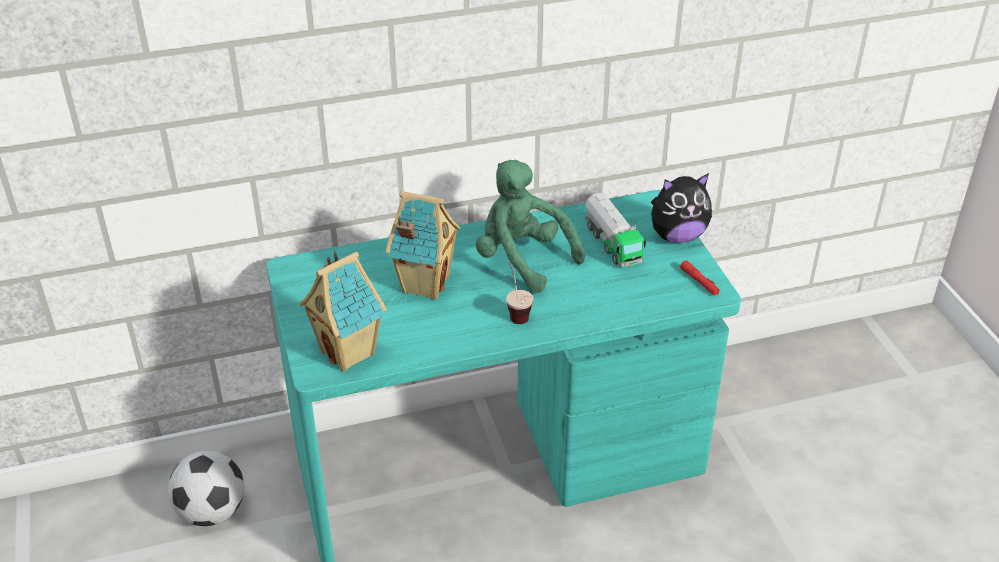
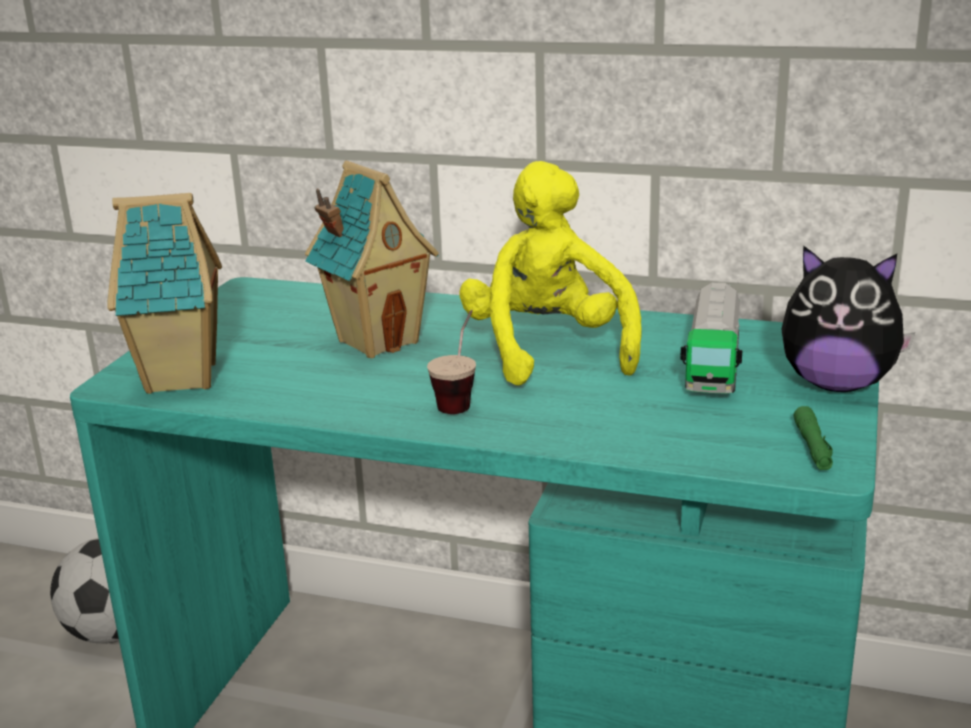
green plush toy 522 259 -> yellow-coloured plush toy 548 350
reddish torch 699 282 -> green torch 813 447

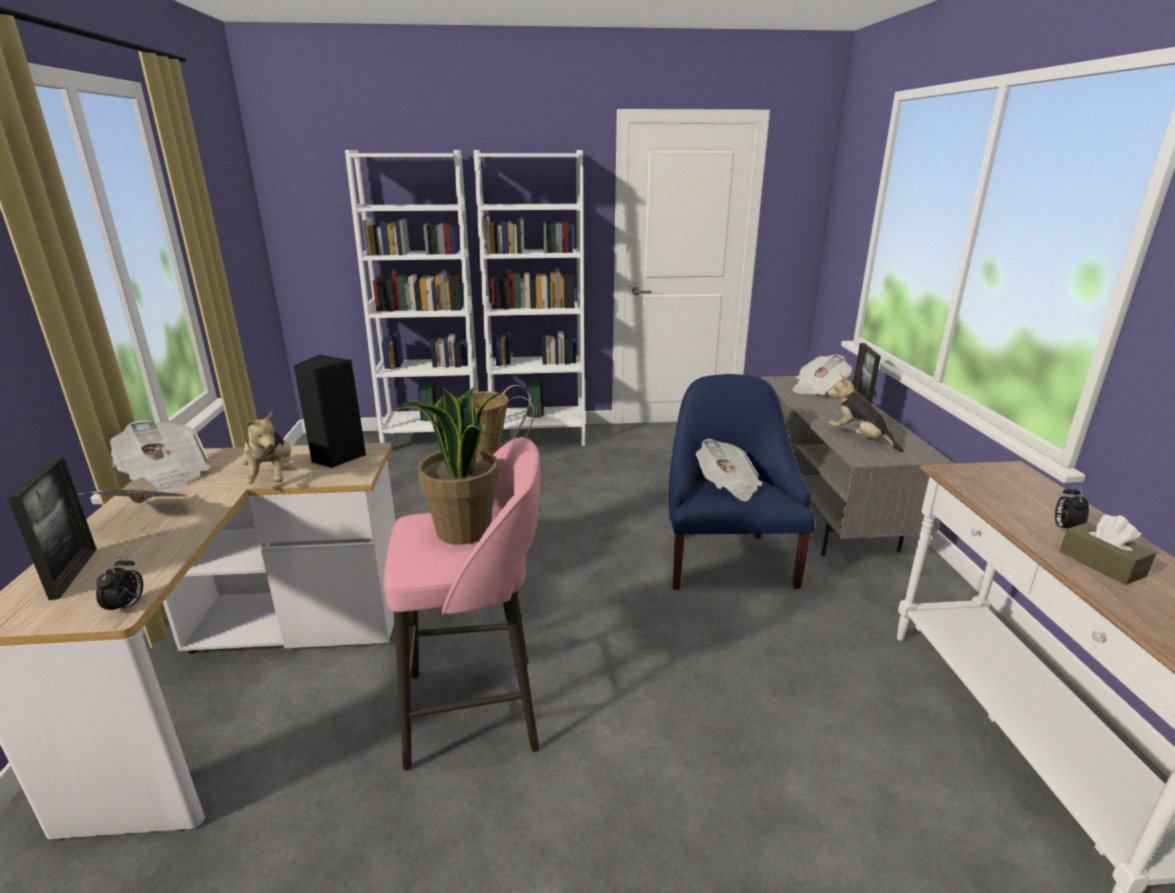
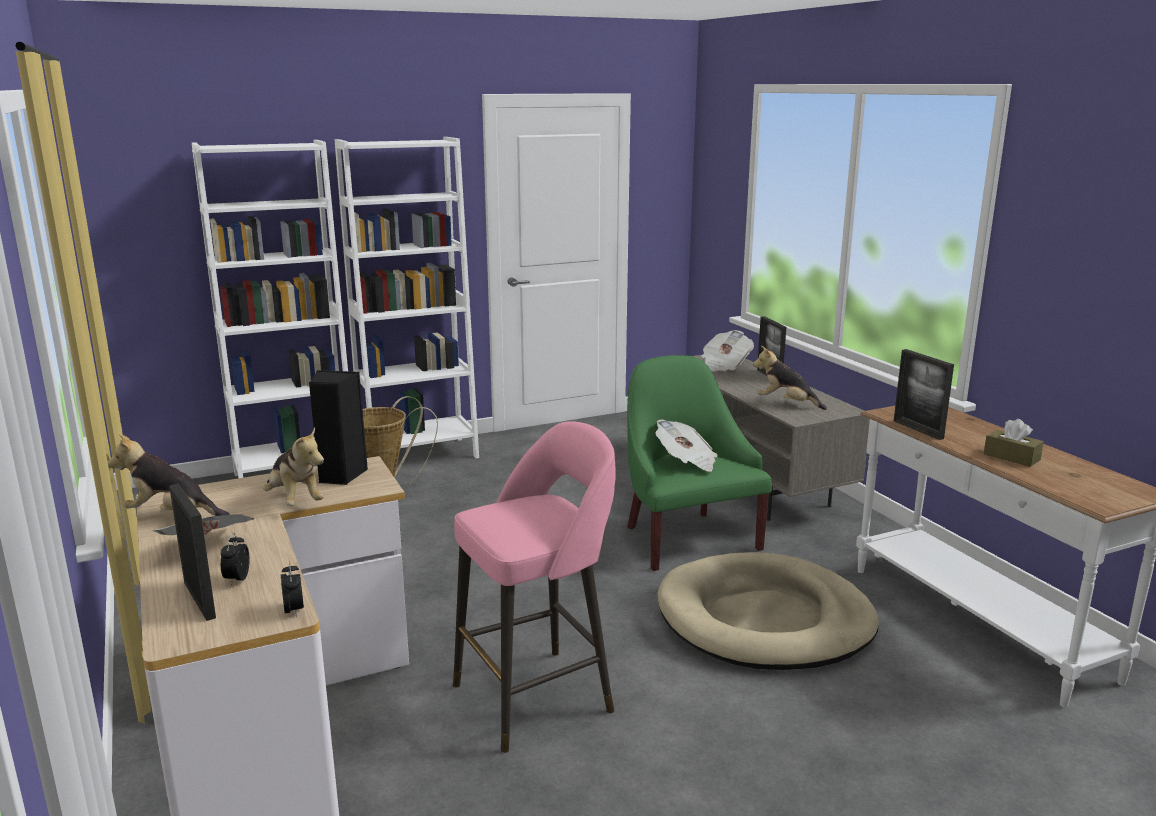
potted plant 463 531 -> none
none -> beige-coloured dog bed 765 619
none -> picture frame 918 429
alarm clock 1065 529 -> alarm clock 237 579, moved
newspaper 167 475 -> plush toy 172 515
blue easy chair 726 559 -> green easy chair 686 538

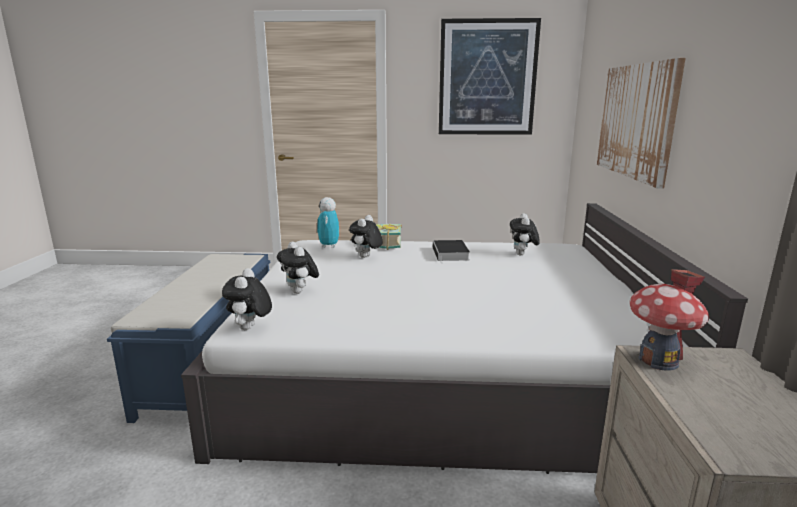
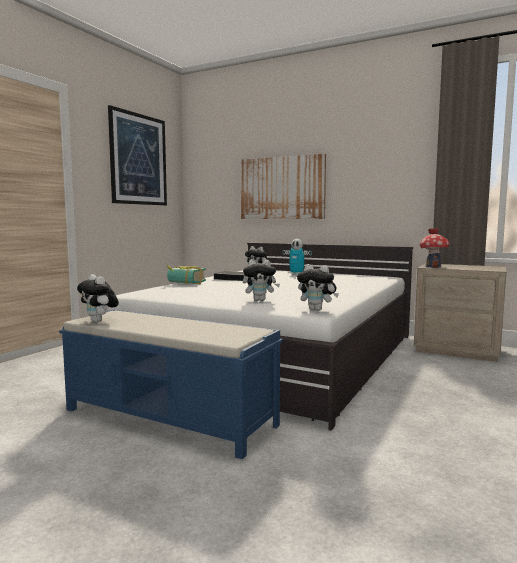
robot figure 329 246 -> robot figure 296 274, moved
plush toy 366 257 -> plush toy 99 321, moved

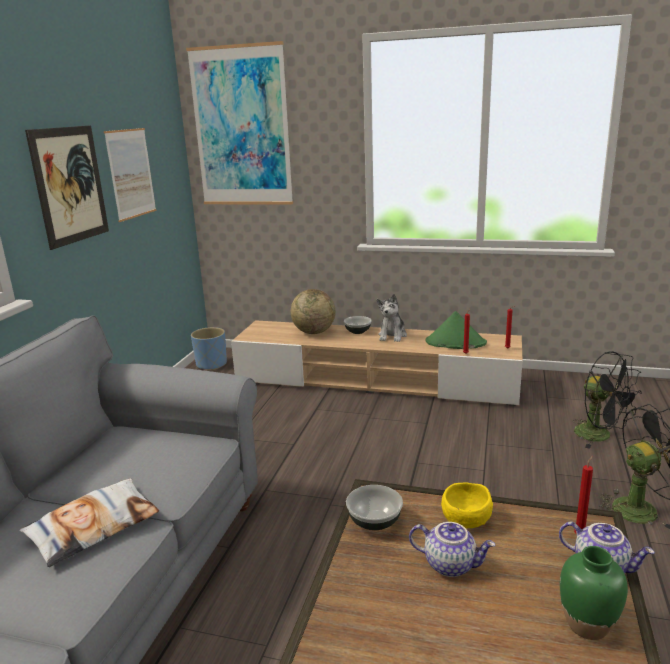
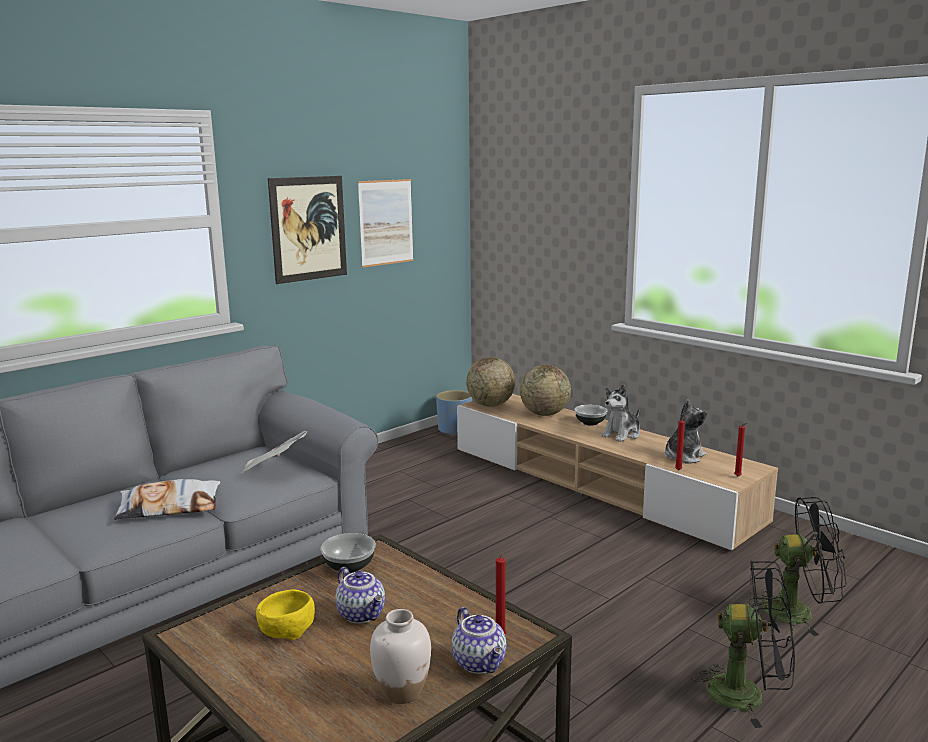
wall picture 241 127 -> none
none -> newspaper 274 469
none -> desk globe 490 405
yellow-coloured deep dish 465 519 -> yellow-coloured deep dish 285 629, moved
green hat 455 342 -> plush toy 683 457
green vase 587 625 -> white vase 402 691
black cooling fan 600 436 -> black cooling fan 798 612, 75 degrees counterclockwise

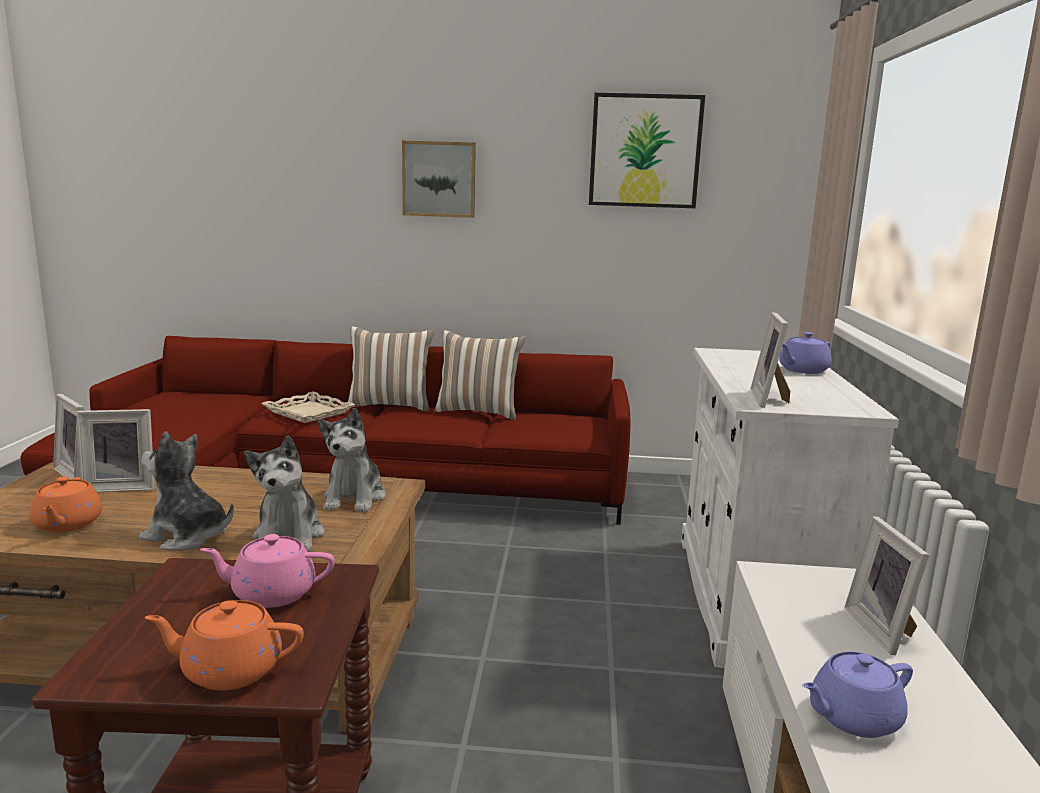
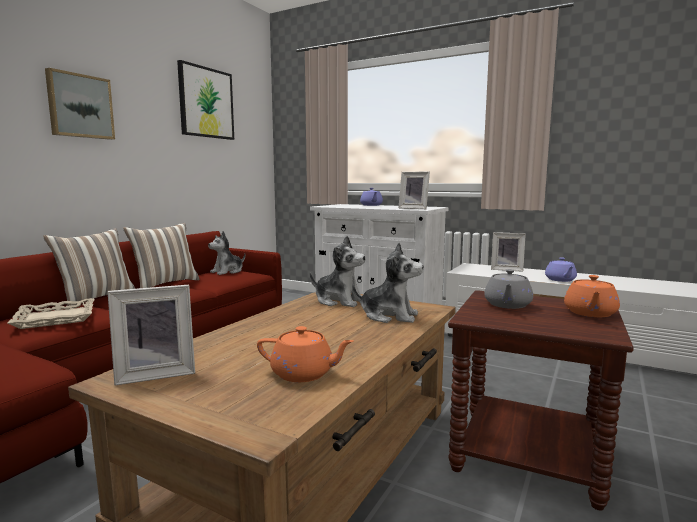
picture frame 122 486 -> none
plush toy 187 536 -> plush toy 227 271, moved
pinkish teapot 271 594 -> gray teapot 507 305

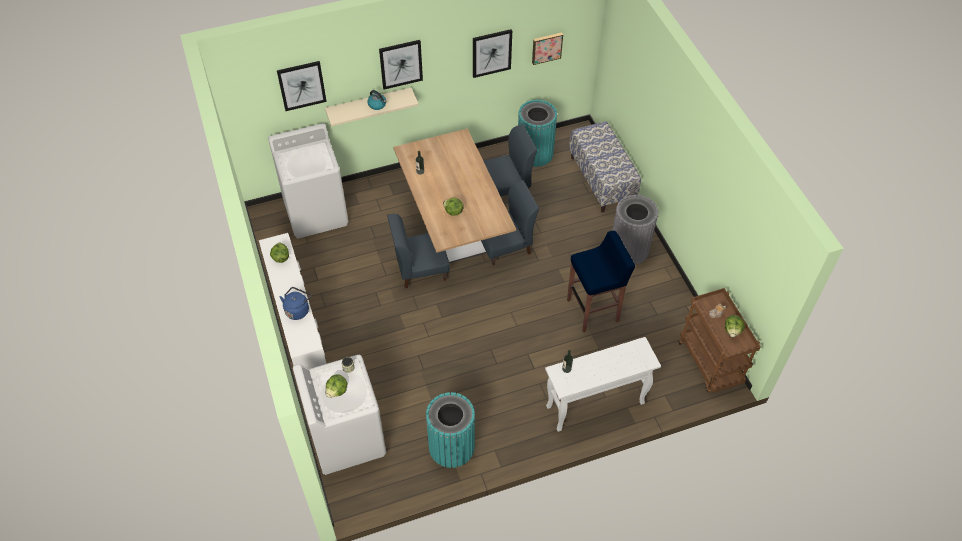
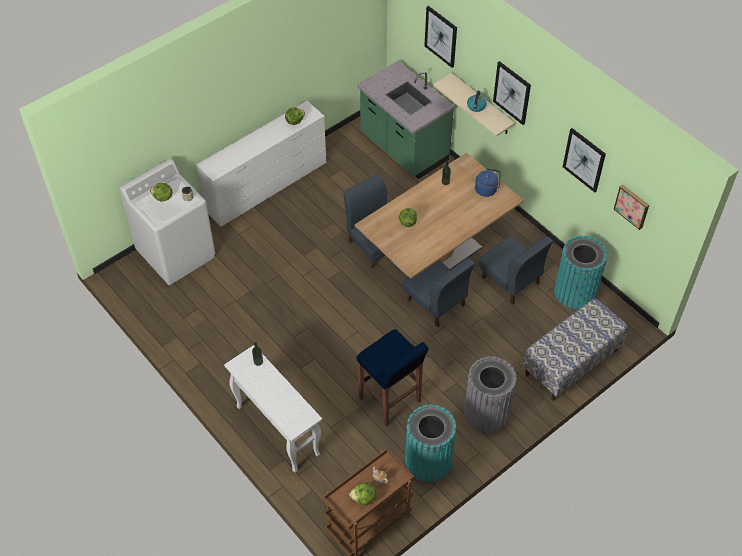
blue tea kettle 298 310 -> blue tea kettle 487 189, moved
blue-green trash can 451 446 -> blue-green trash can 428 460, moved
white laundry machine 316 212 -> green kitchen base unit 403 148

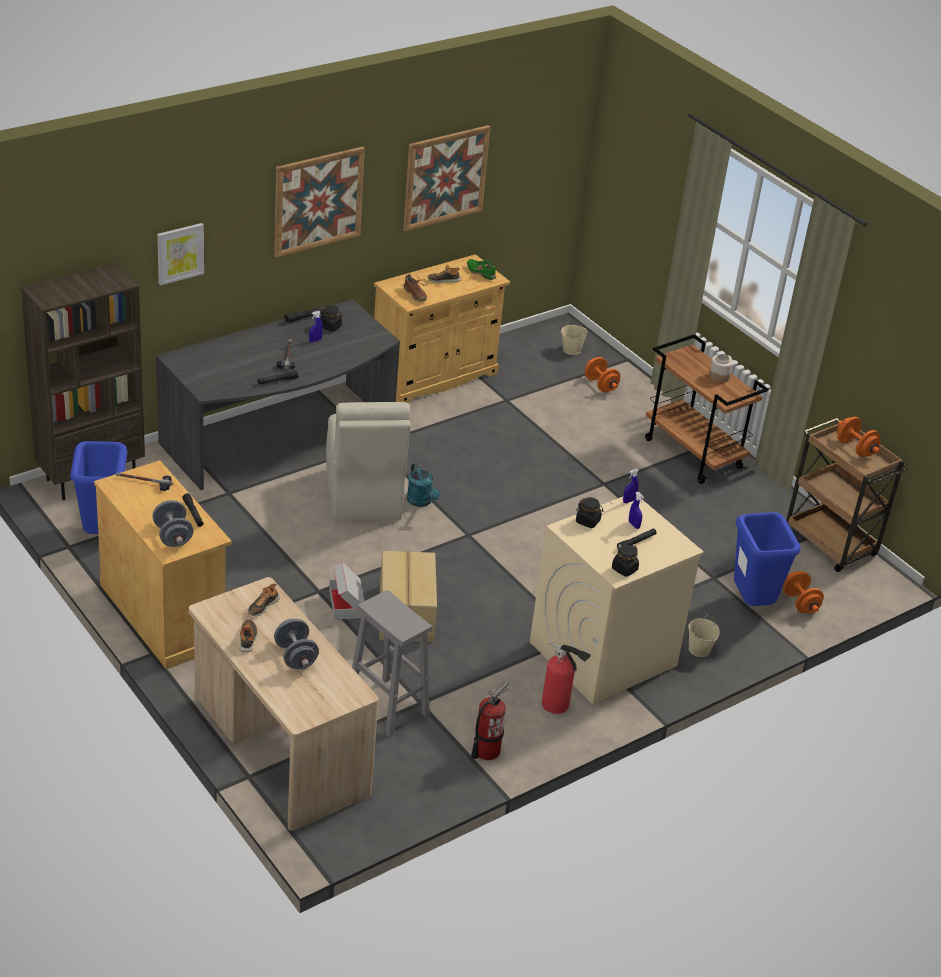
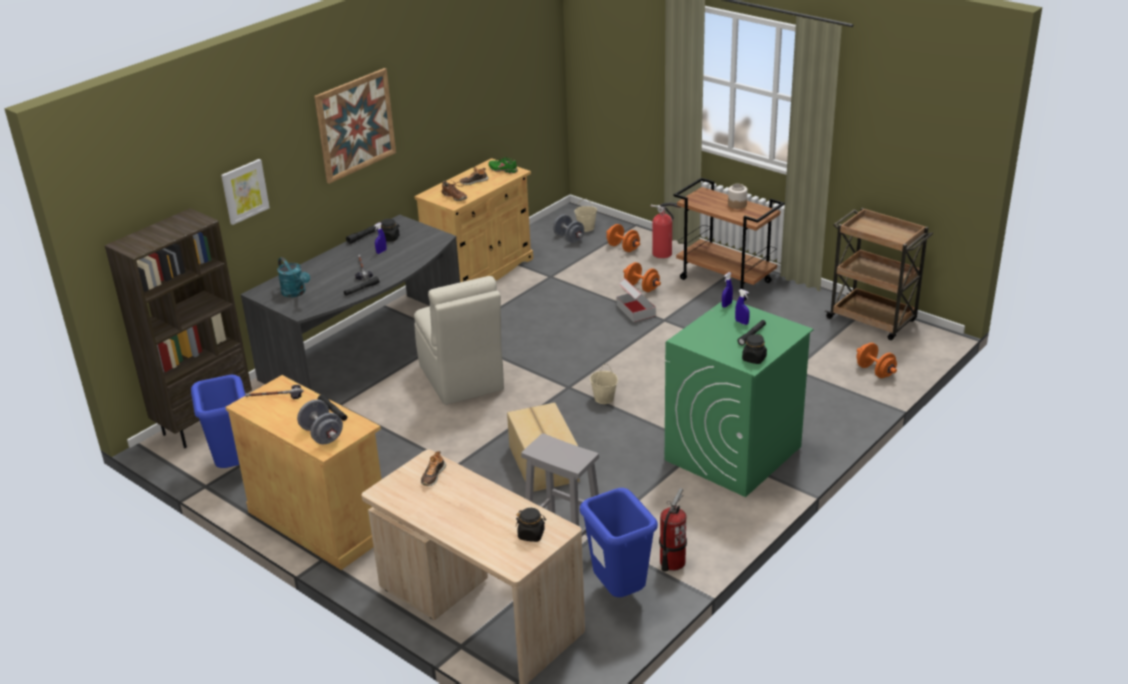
item of footwear 248 639 -> none
wall picture 445 177 -> none
gray hand weight 295 657 -> gray hand weight 569 238, moved
packing box 347 603 -> packing box 636 310, moved
blue-green watering pot 421 502 -> blue-green watering pot 296 293, moved
fire-fighting cylinder 558 705 -> fire-fighting cylinder 664 254, moved
black storage jar 588 521 -> black storage jar 531 534, moved
beige-coloured pail 699 650 -> beige-coloured pail 604 398, moved
blue trash can 752 604 -> blue trash can 620 593, moved
orange-coloured hand weight 855 448 -> orange-coloured hand weight 641 287, moved
beige-coloured laundry machine 602 654 -> green laundry machine 733 454

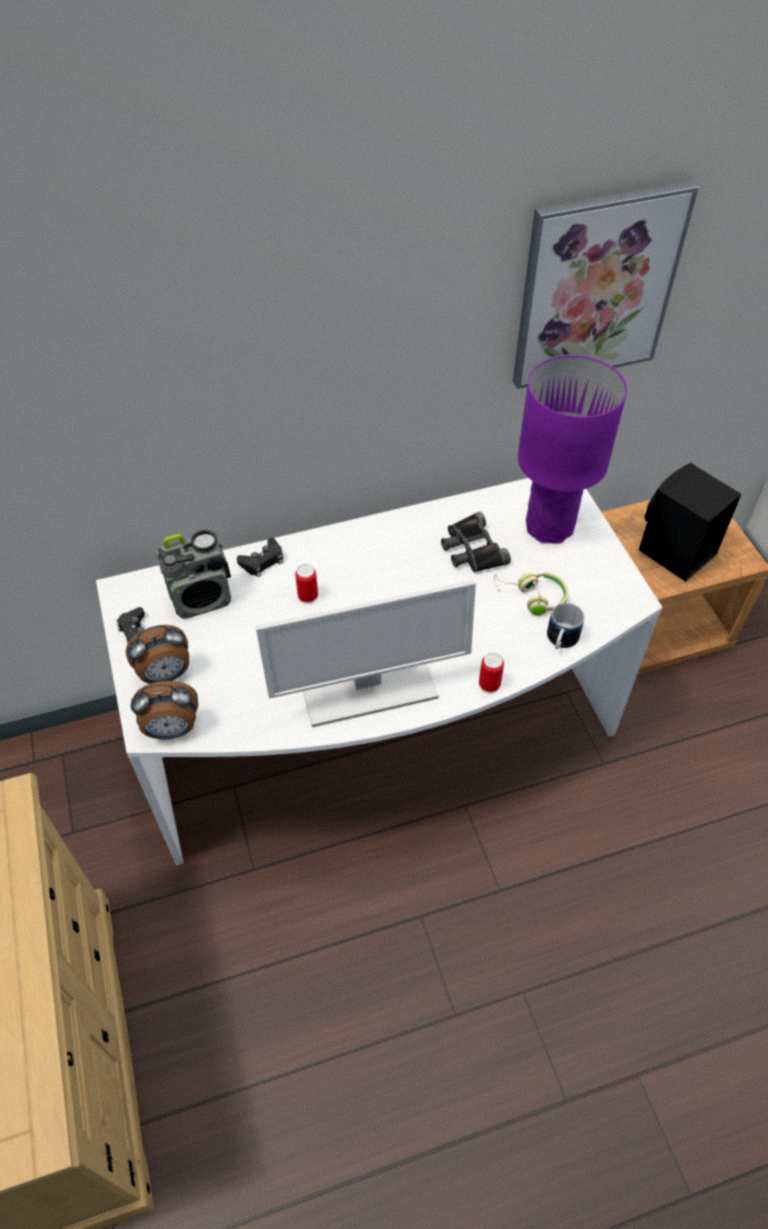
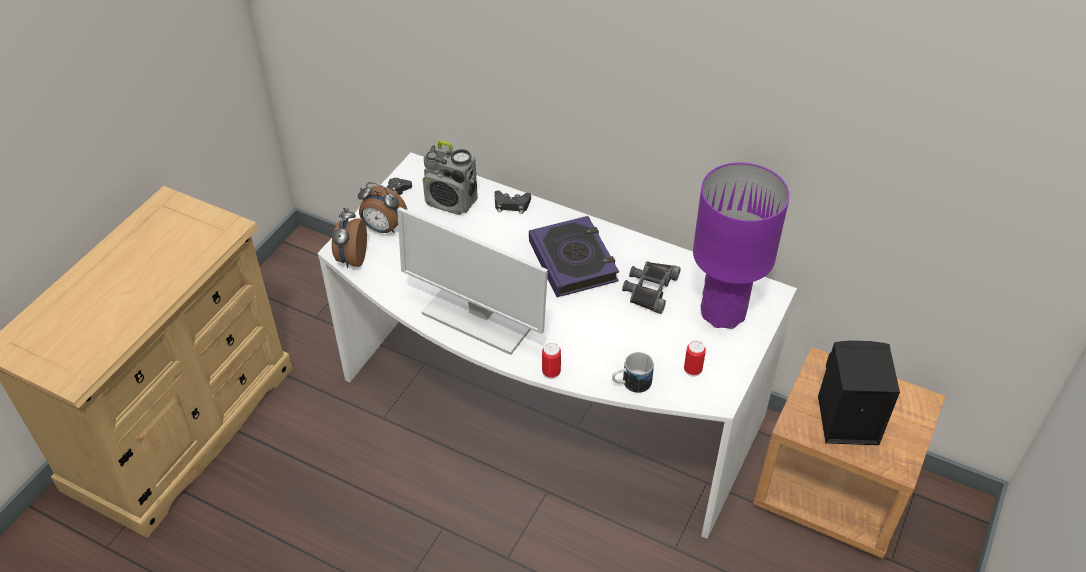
beige-coloured headset 532 597 -> none
wall picture 596 287 -> none
none -> book 573 261
sealed can 308 596 -> sealed can 693 369, moved
alarm clock 172 730 -> alarm clock 351 259, 60 degrees clockwise

